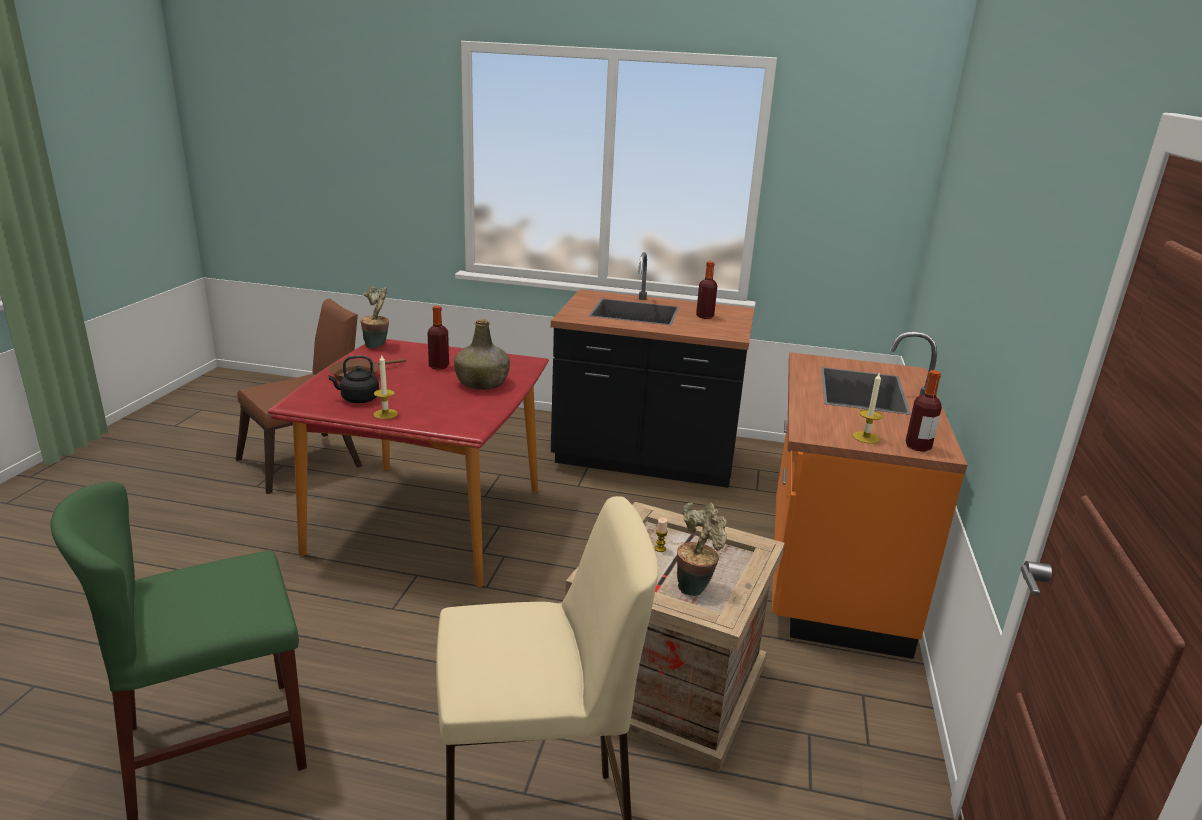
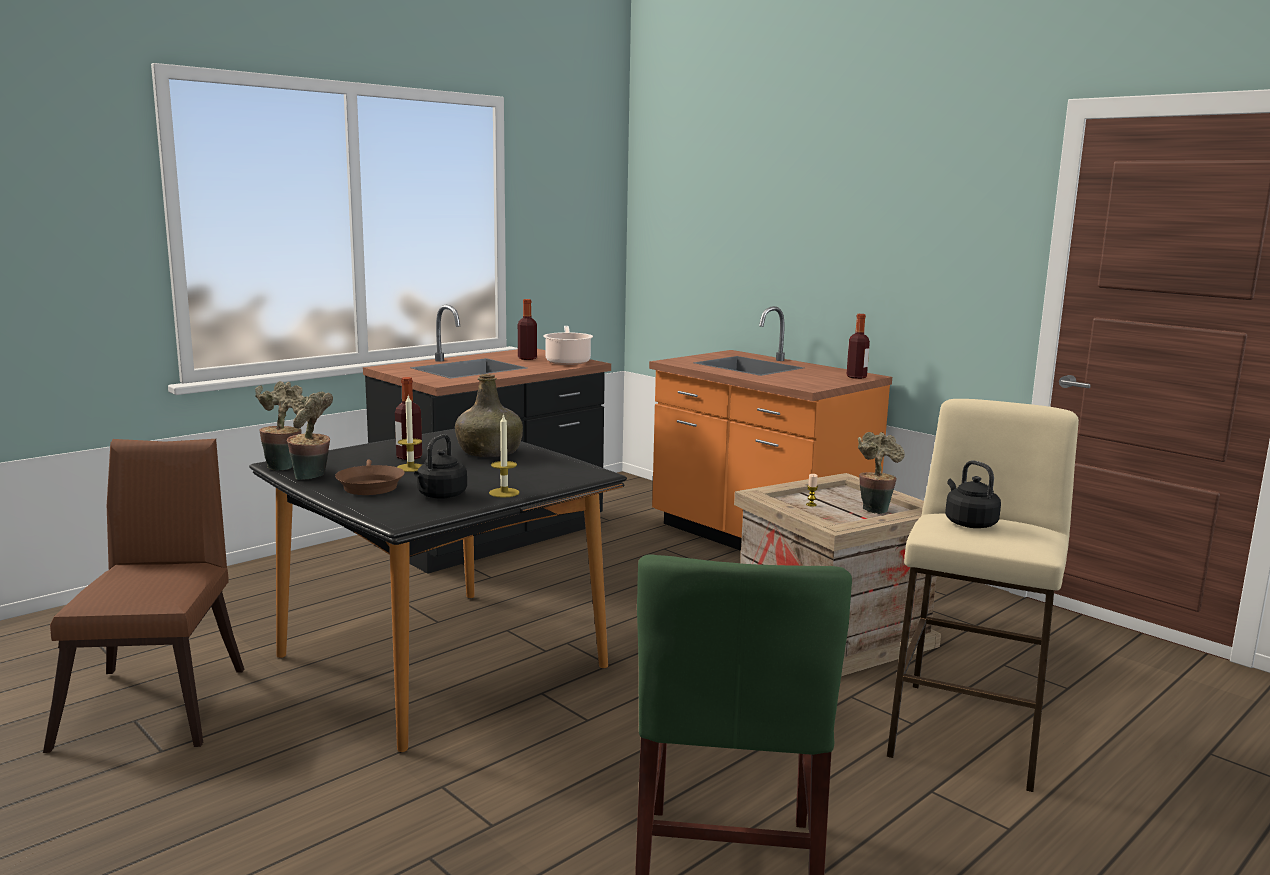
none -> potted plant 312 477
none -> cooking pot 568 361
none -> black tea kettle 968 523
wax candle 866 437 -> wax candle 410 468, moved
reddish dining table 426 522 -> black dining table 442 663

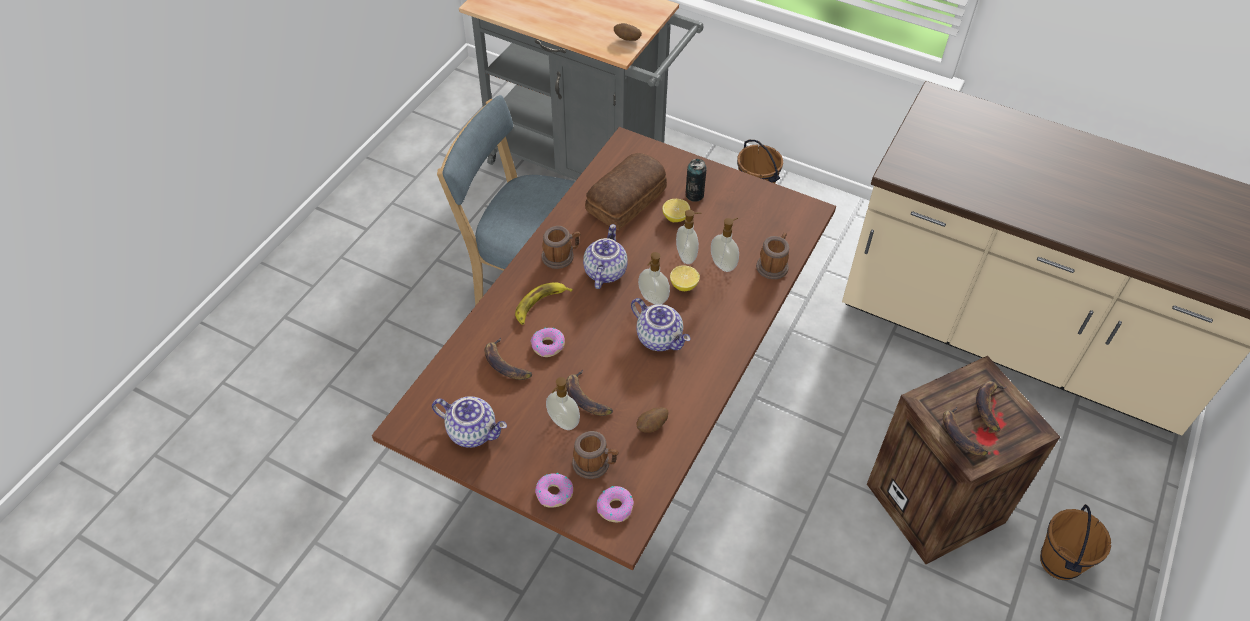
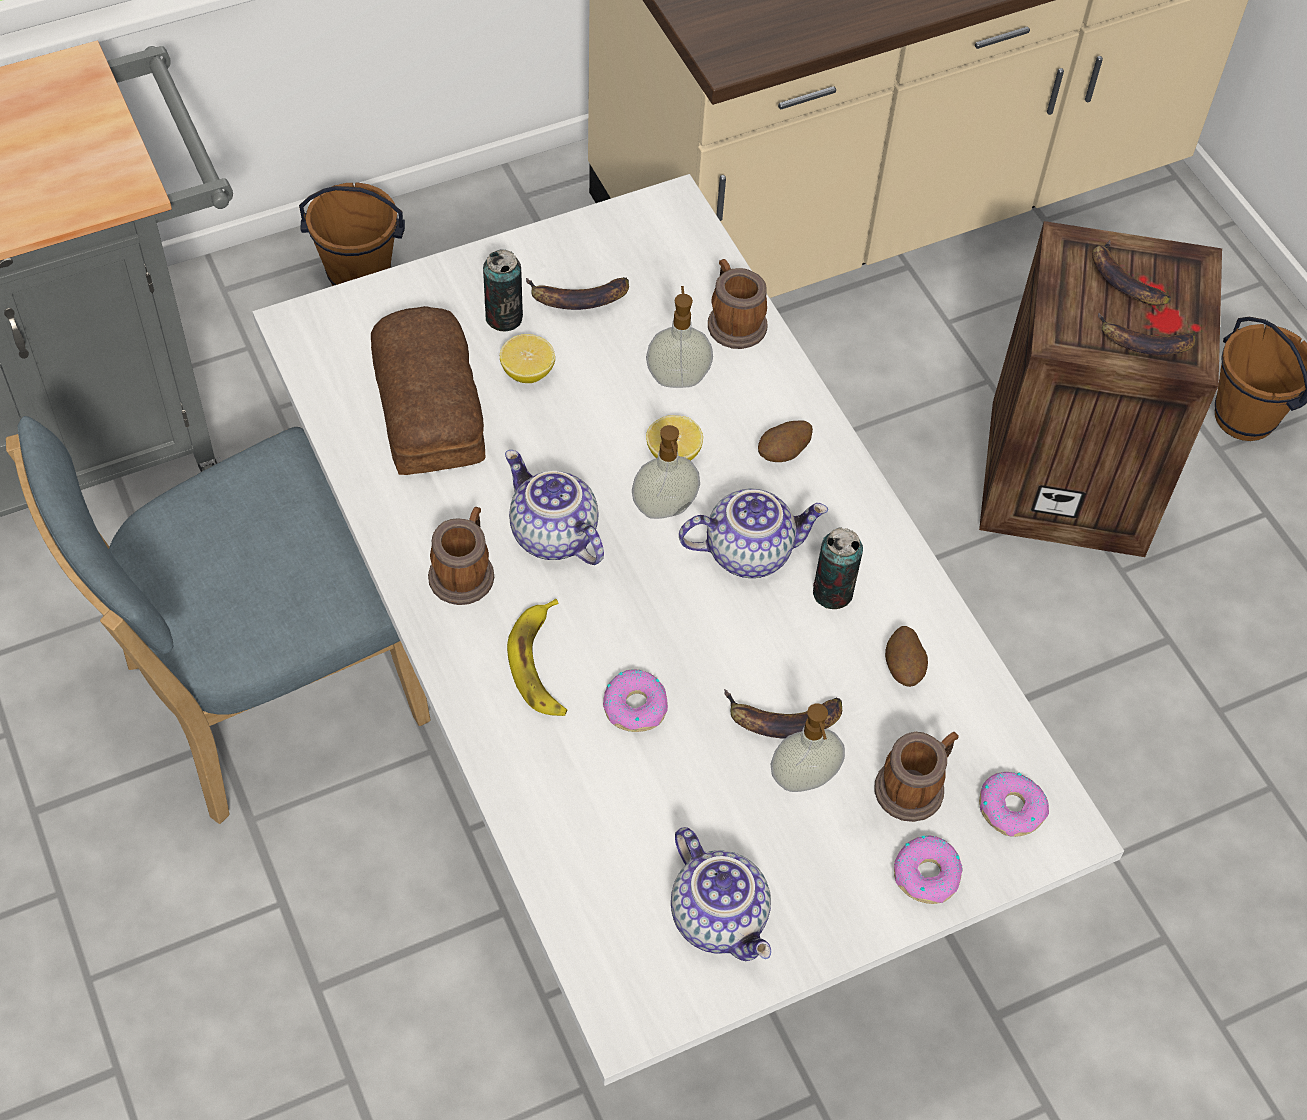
soap bottle 687 256 -> none
none -> sealed can 832 593
banana 505 364 -> banana 577 298, moved
spud 627 39 -> spud 783 453, moved
brownish dining table 622 429 -> white dining table 640 764
teapot 473 431 -> teapot 721 917, 90 degrees clockwise

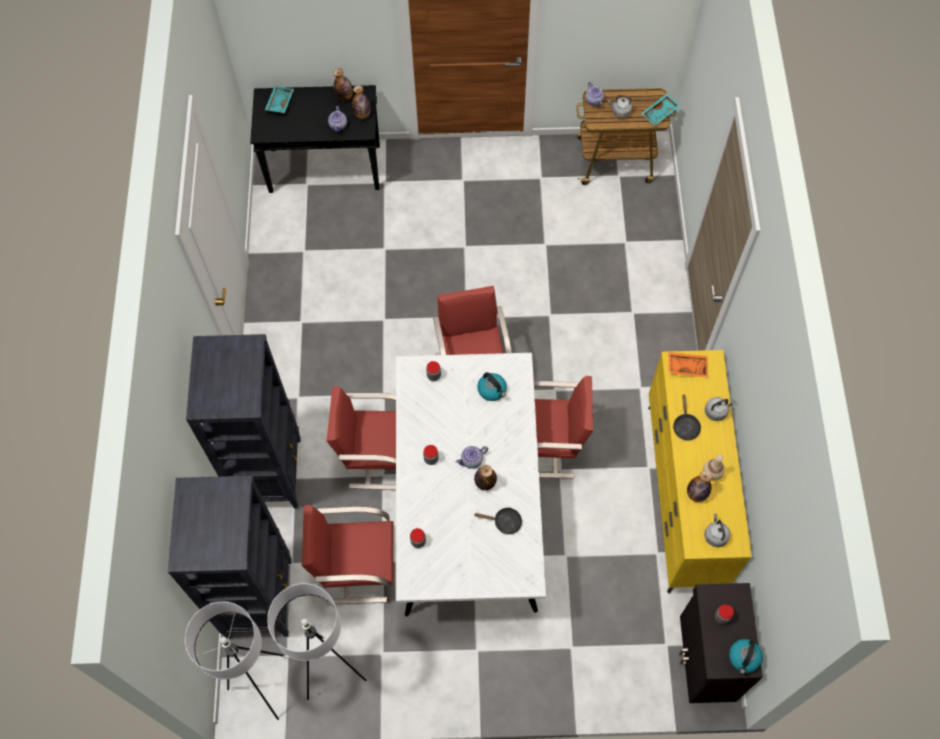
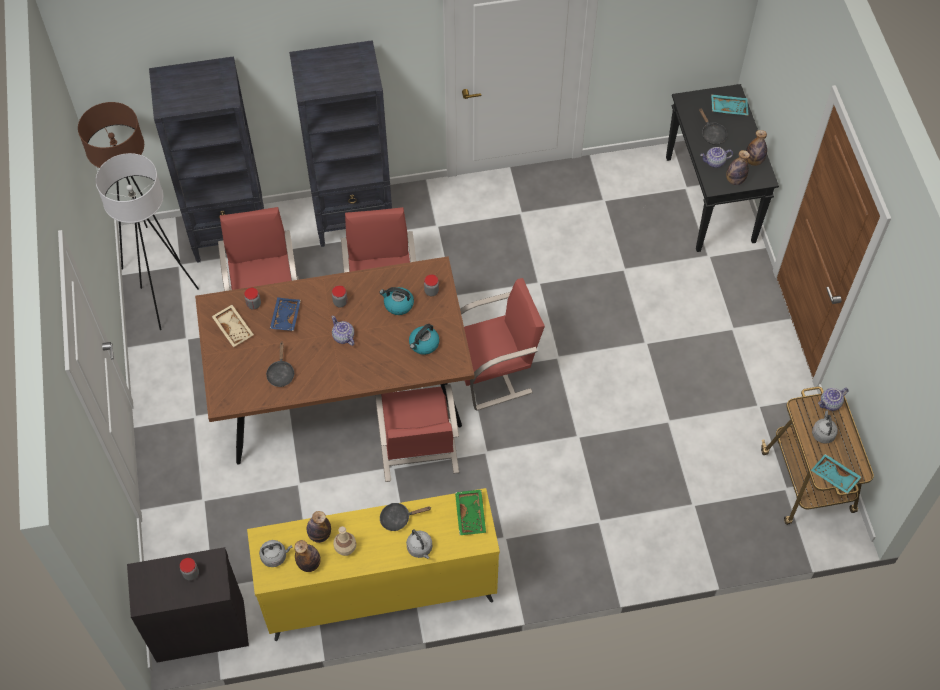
none -> beige-coloured tray 234 328
none -> blue tray 285 317
none -> black frying pan 712 134
drink bottle 485 483 -> drink bottle 309 564, moved
tea kettle 744 658 -> tea kettle 398 304, moved
white standard lamp 263 686 -> brownish standard lamp 150 253
white dining table 468 508 -> brownish dining table 339 389
orange-coloured tray 687 366 -> green tray 471 515

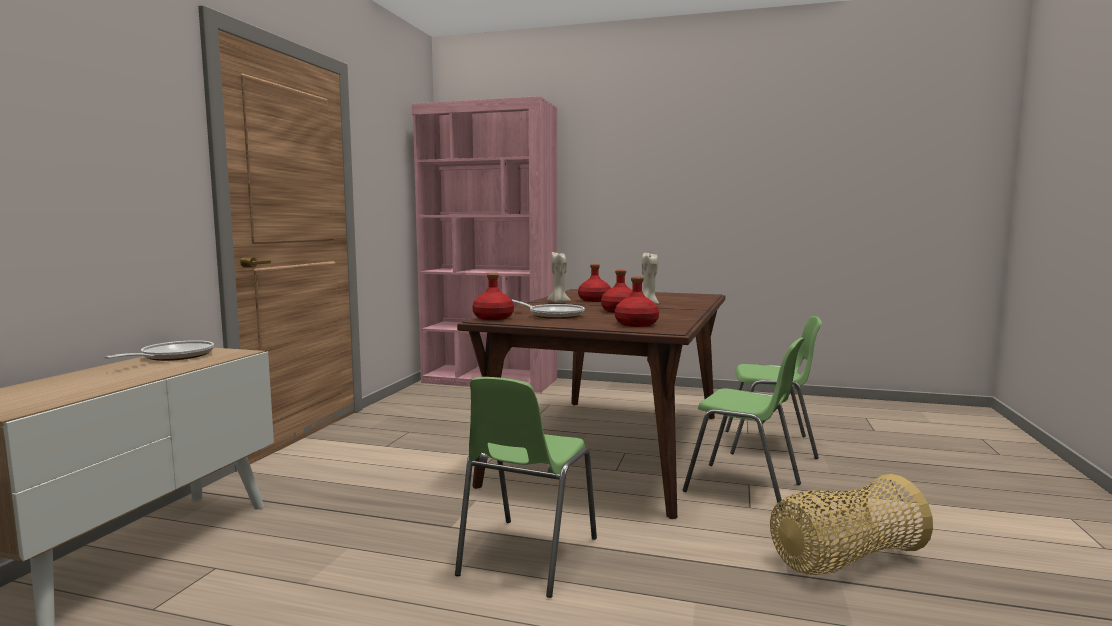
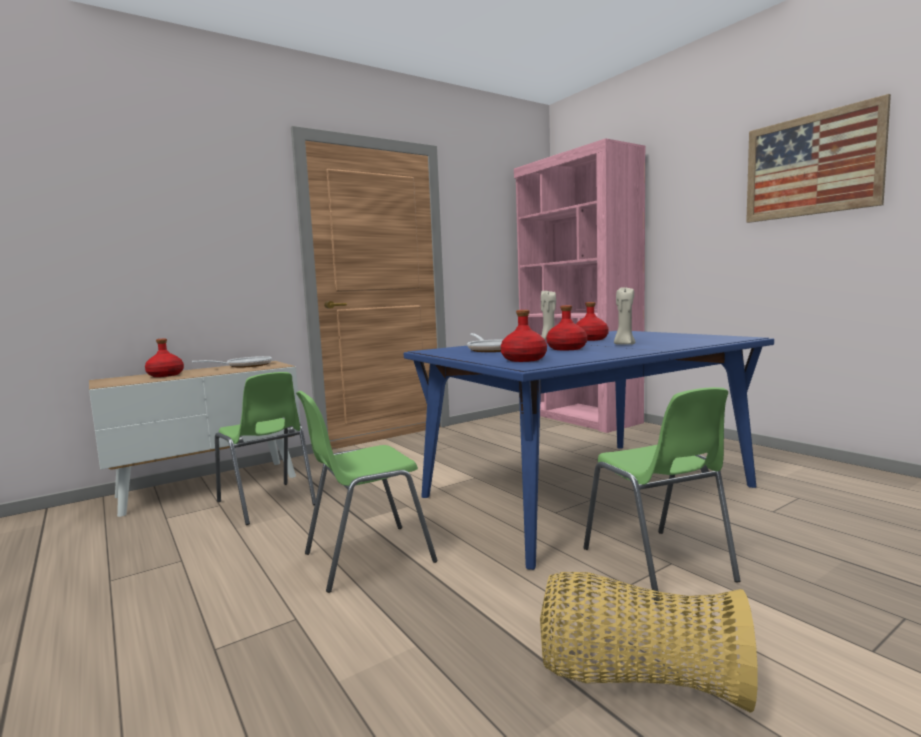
none -> wall picture 812 165
reddish drink bottle 492 318 -> reddish drink bottle 165 375, moved
green upright chair 770 445 -> green upright chair 267 503, moved
brownish dining table 611 447 -> blue dining table 587 491

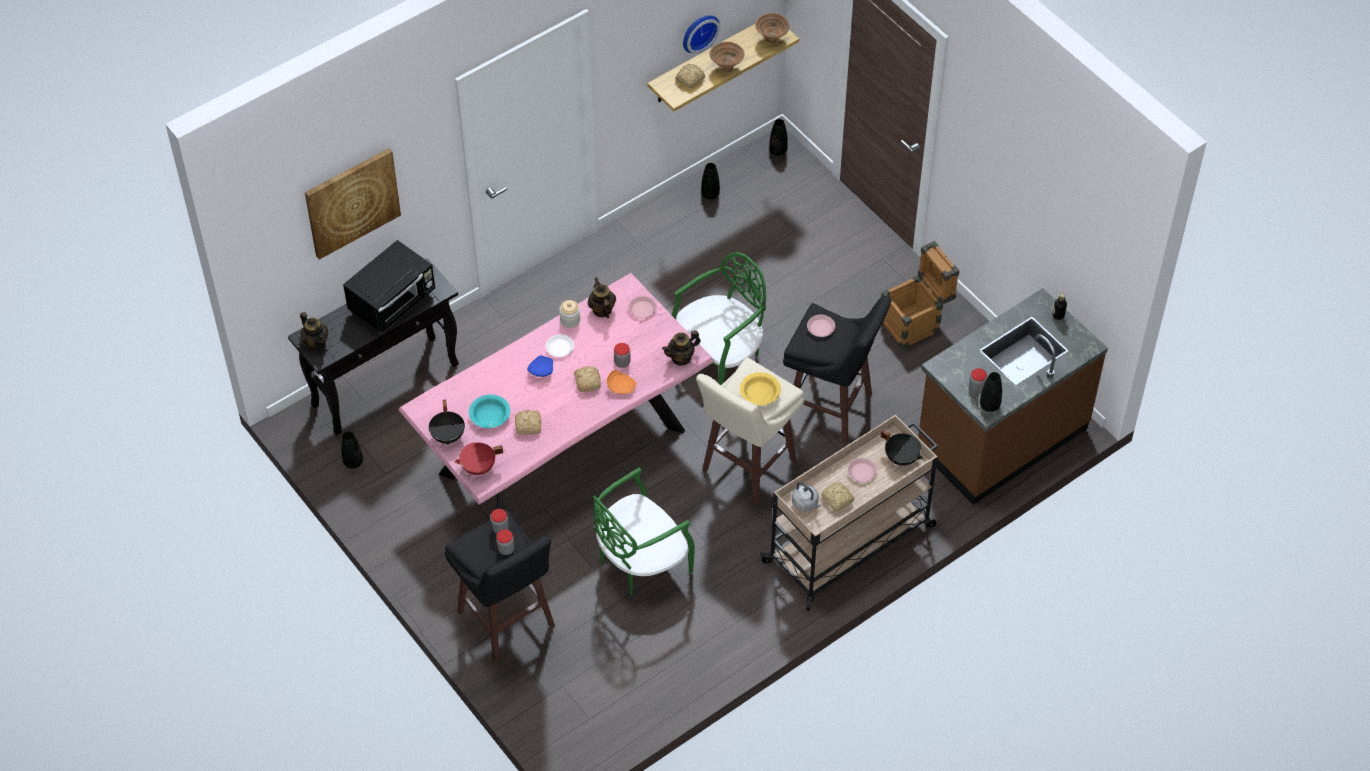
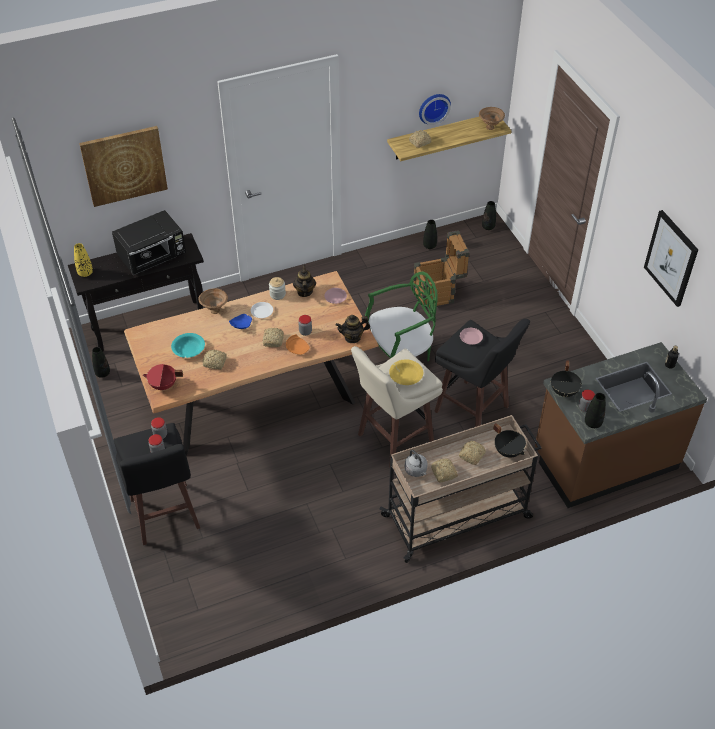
green upright chair 640 562 -> none
none -> wall picture 671 258
black cooking pot 448 436 -> black cooking pot 564 391, moved
brownish deep dish 726 68 -> brownish deep dish 214 310, moved
packing crate 915 323 -> packing crate 438 294, moved
teapot 316 342 -> yellow-coloured vase 85 273
pinkish flat dish 862 472 -> bread 471 456
pinkish dining table 562 452 -> brownish dining table 257 398

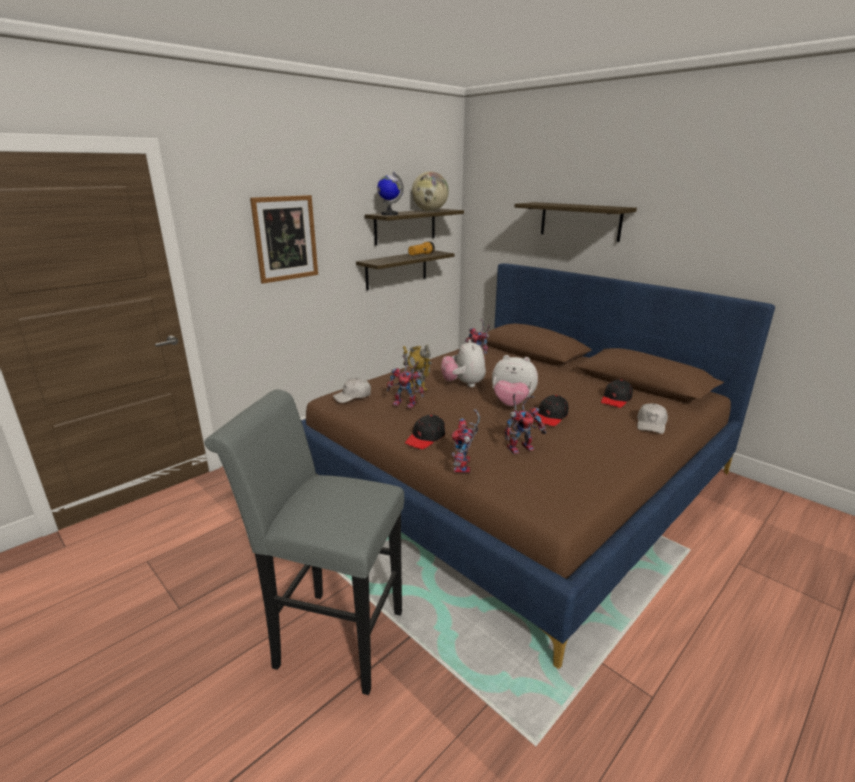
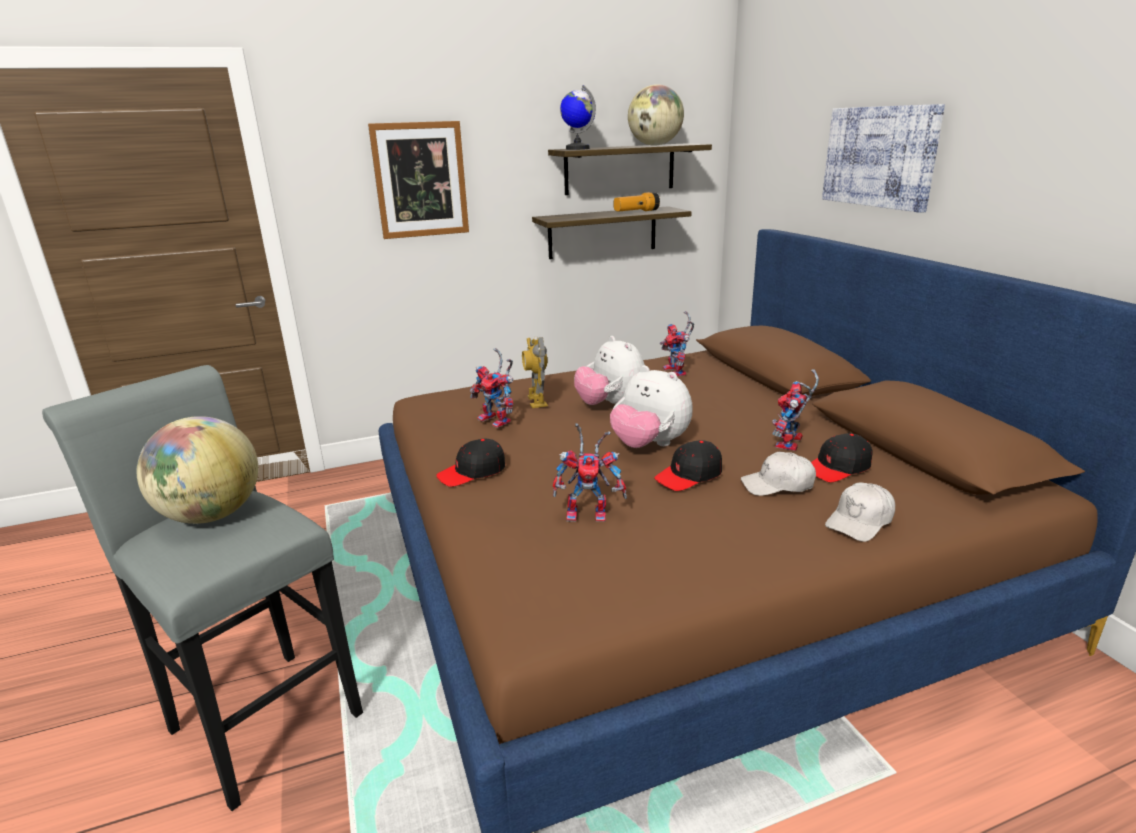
none -> desk globe 212 515
white baseball cap 352 396 -> white baseball cap 778 485, moved
robot figure 464 467 -> robot figure 790 444, moved
bracket shelf 580 221 -> wall picture 879 157
plush toy 463 384 -> plush toy 611 406, 45 degrees counterclockwise

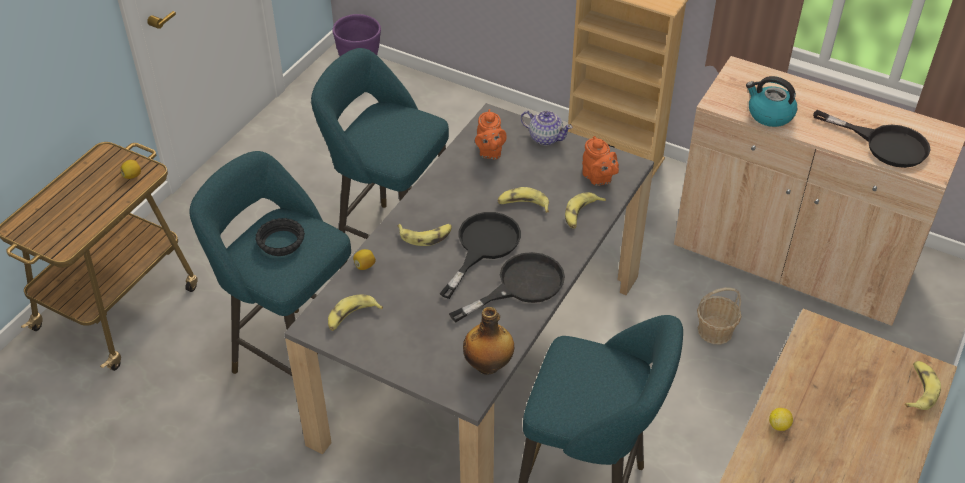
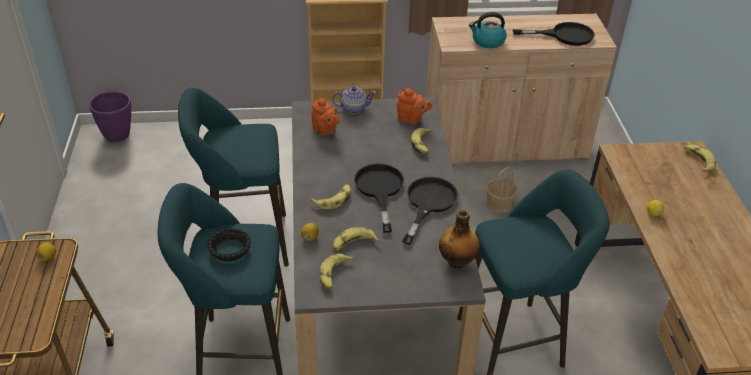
banana 523 205 -> banana 353 244, moved

